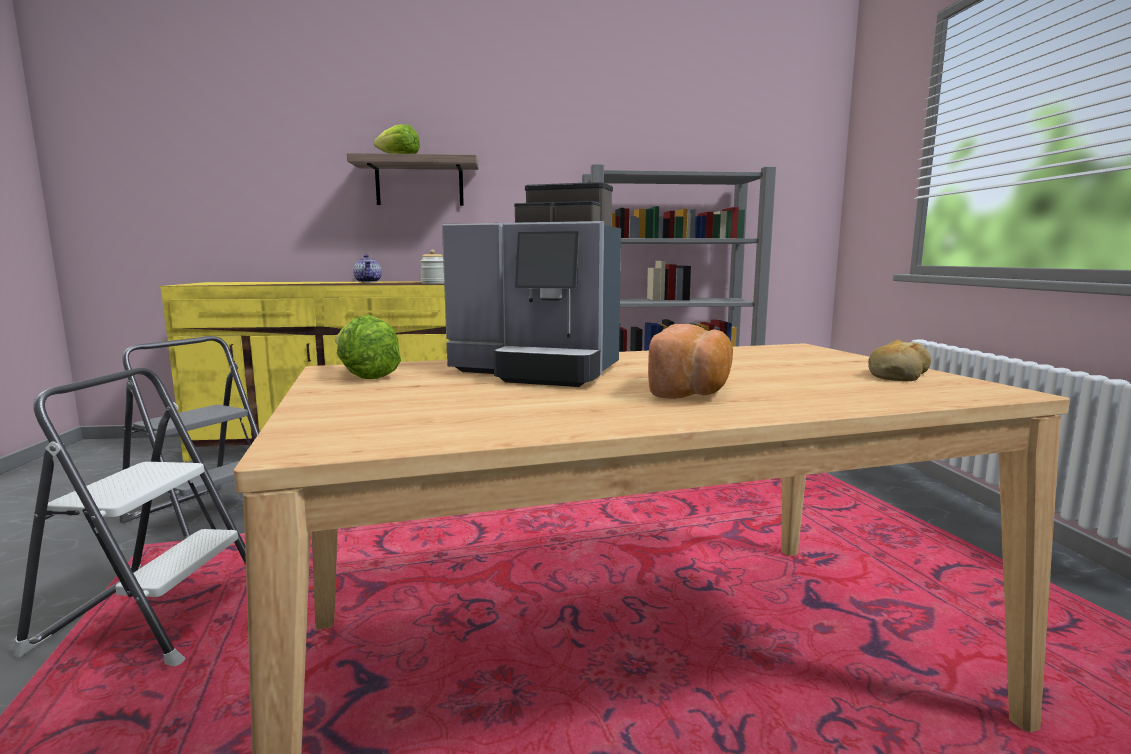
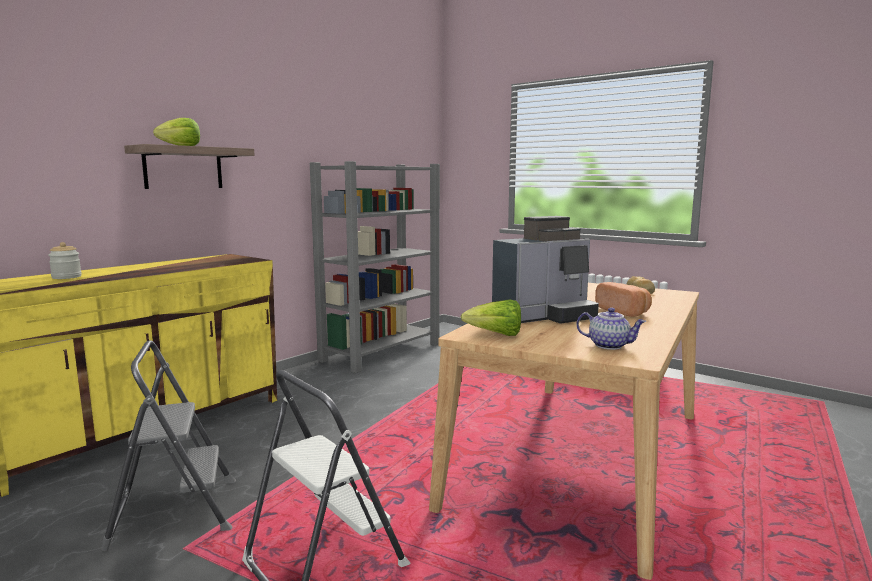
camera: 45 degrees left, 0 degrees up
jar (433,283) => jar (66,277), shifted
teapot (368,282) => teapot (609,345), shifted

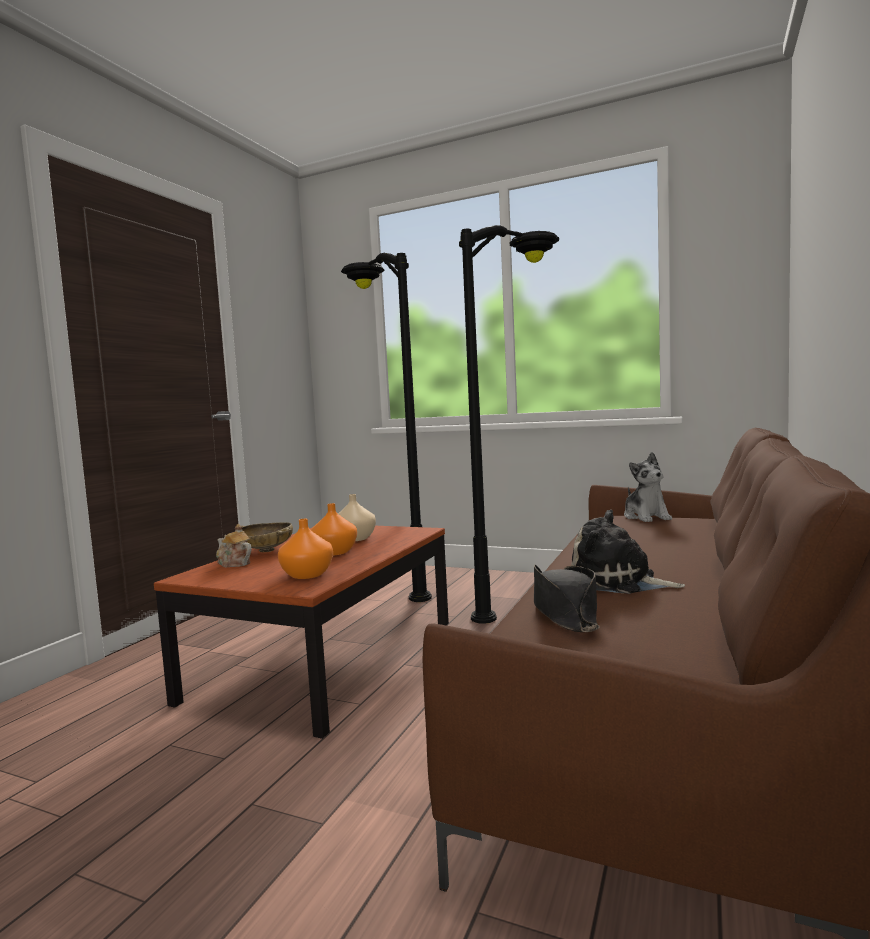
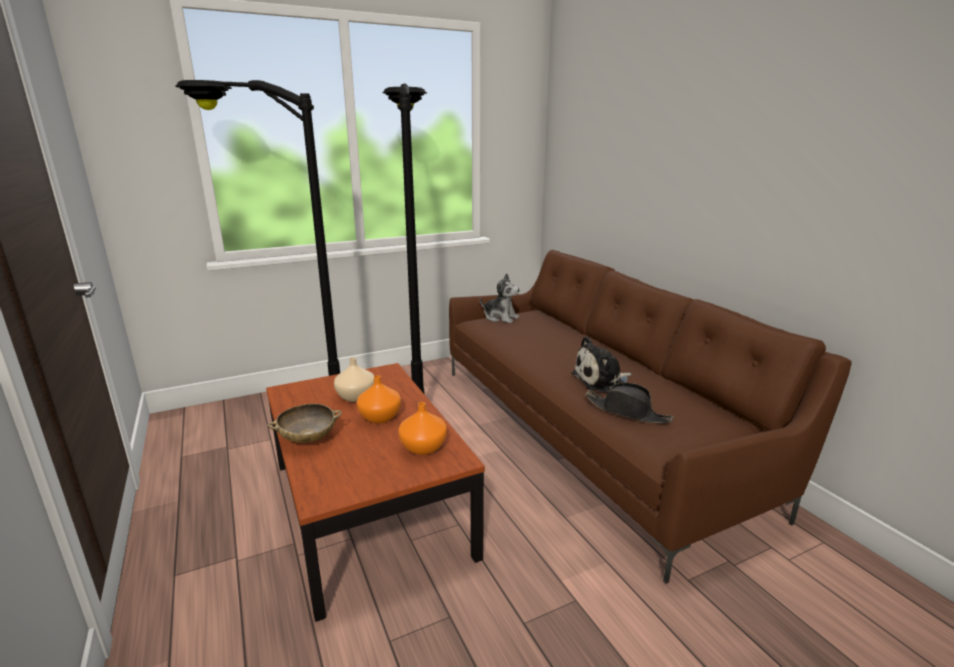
camera: 50 degrees left, 15 degrees up
teapot (234,563) => nothing

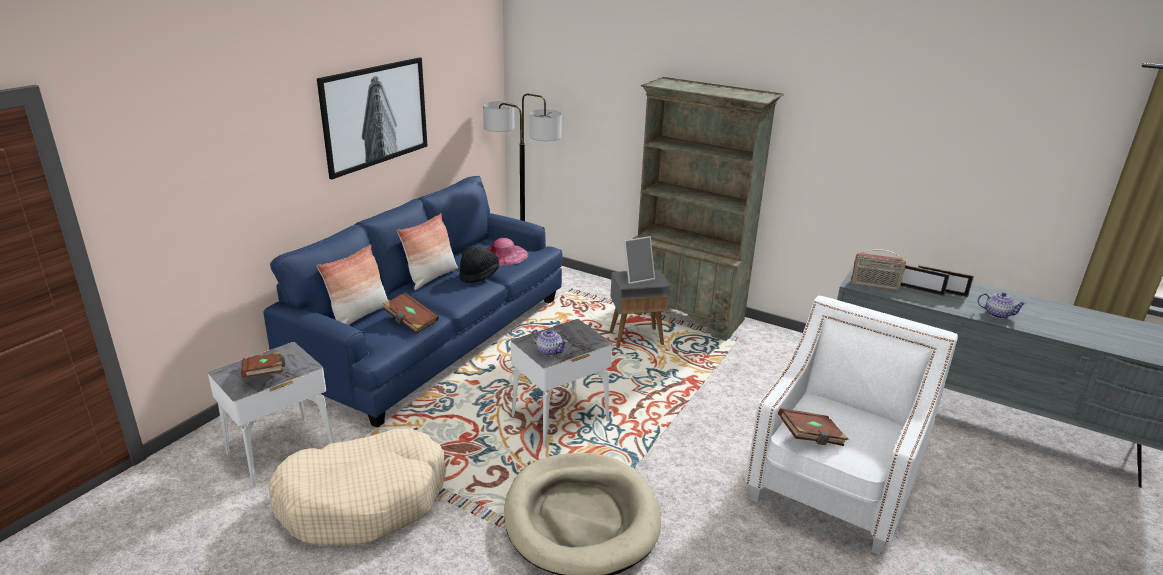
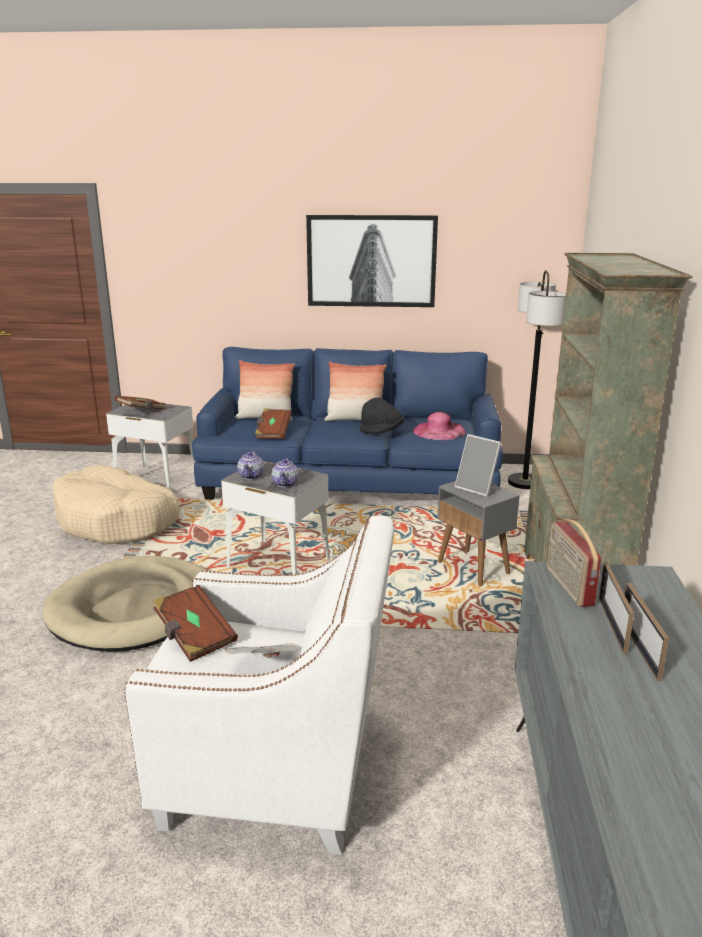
camera: 65 degrees right, 5 degrees down
teapot (997,314) => teapot (286,483), shifted
nothing => newspaper (270,668)

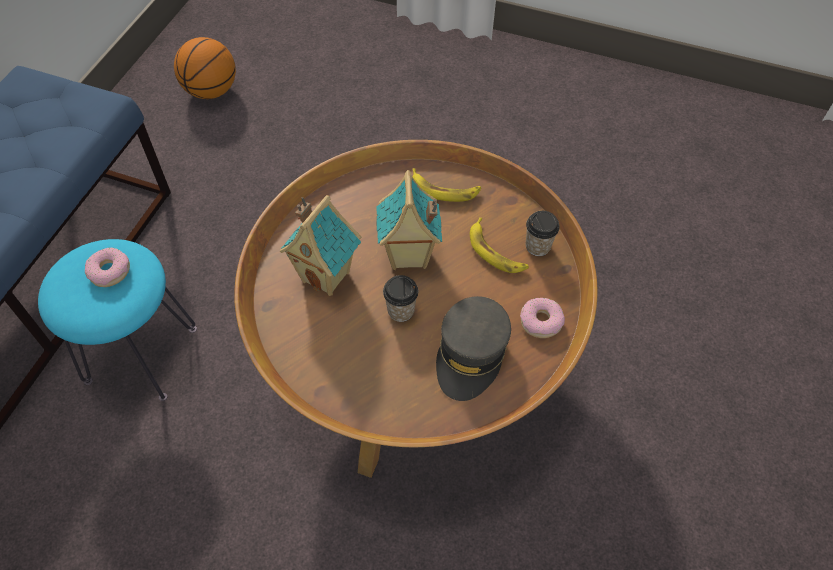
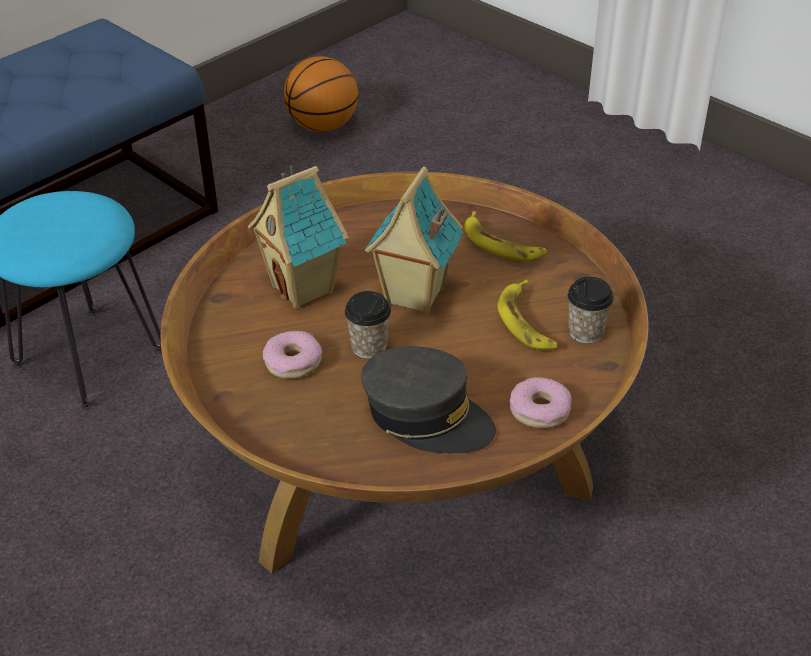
camera: 25 degrees right, 15 degrees down
donut (110,271) => donut (293,362), shifted
grey cap (471,354) => grey cap (426,416), 105 degrees counterclockwise

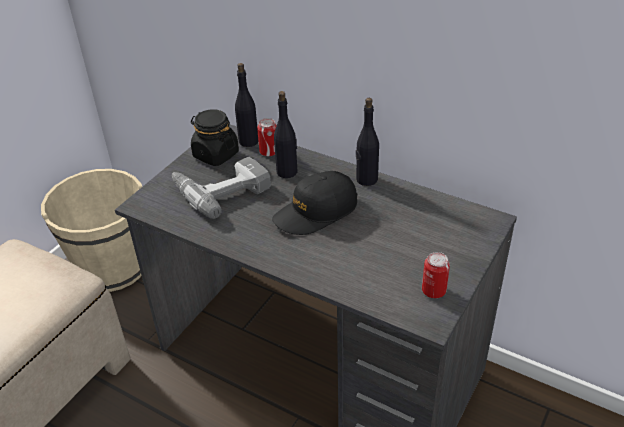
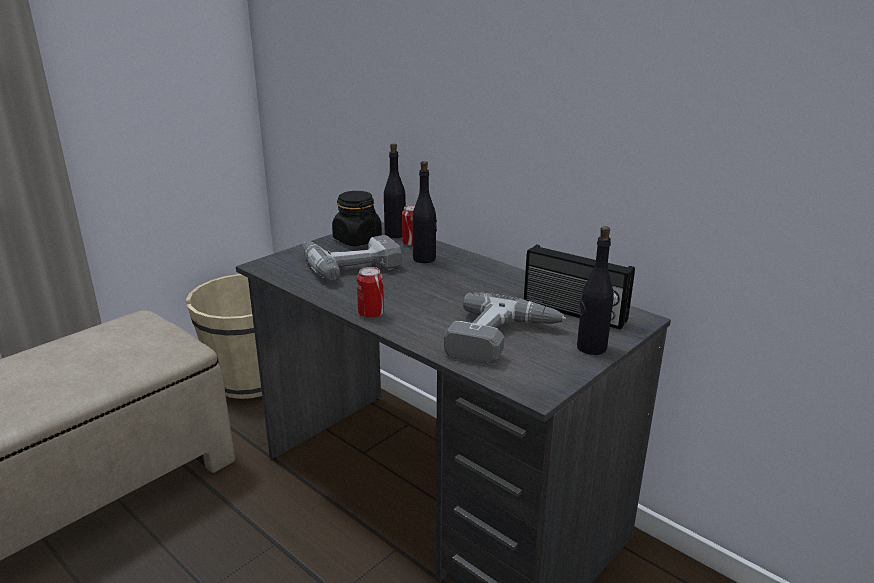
camera: 10 degrees right, 15 degrees down
black bottle (366,179) => black bottle (591,348), shifted
black cap (316,212) => nothing
can (433,291) => can (371,314), shifted
nothing => radio (573,312)
nothing => power drill (503,339)

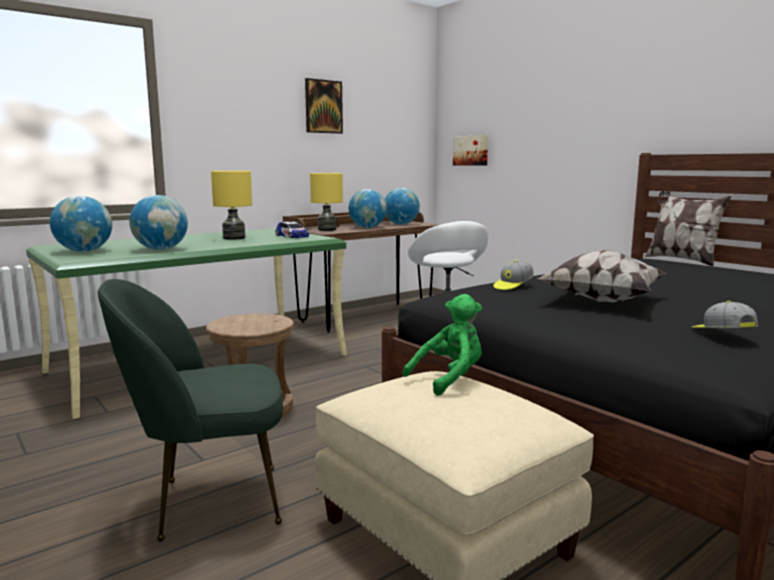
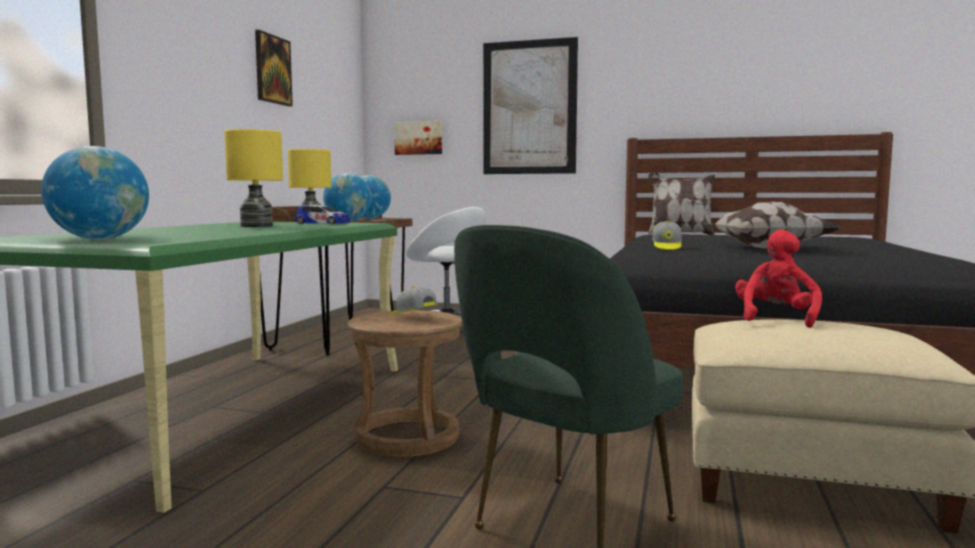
camera: 35 degrees left, 5 degrees down
globe (161,249) => nothing
green plush toy (449,379) => red plush toy (775,318)
cap (721,335) => cap (411,317), shifted
nothing => picture (529,107)

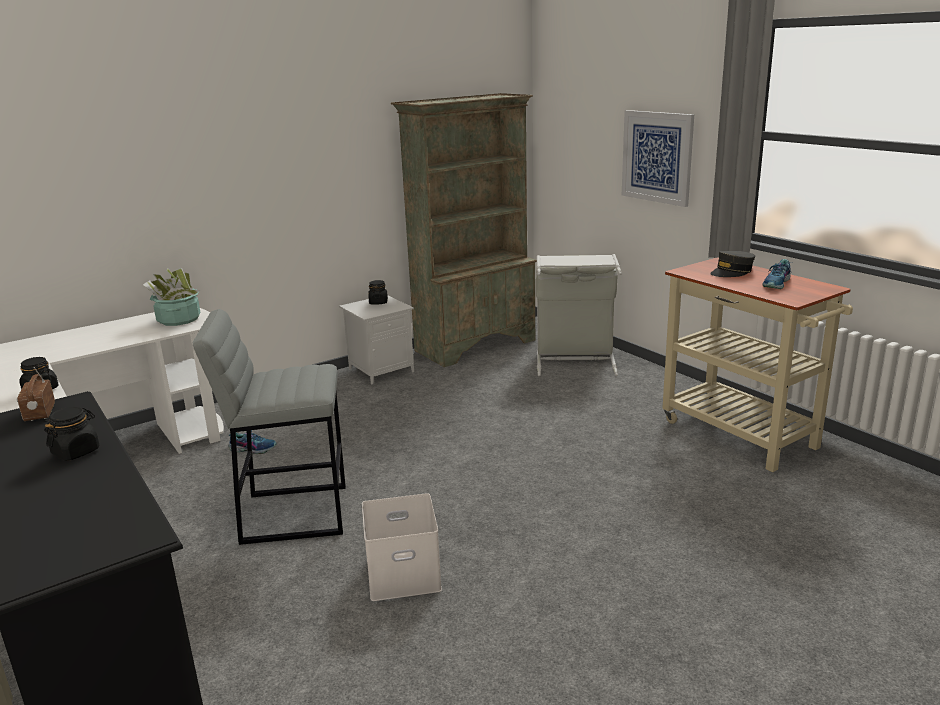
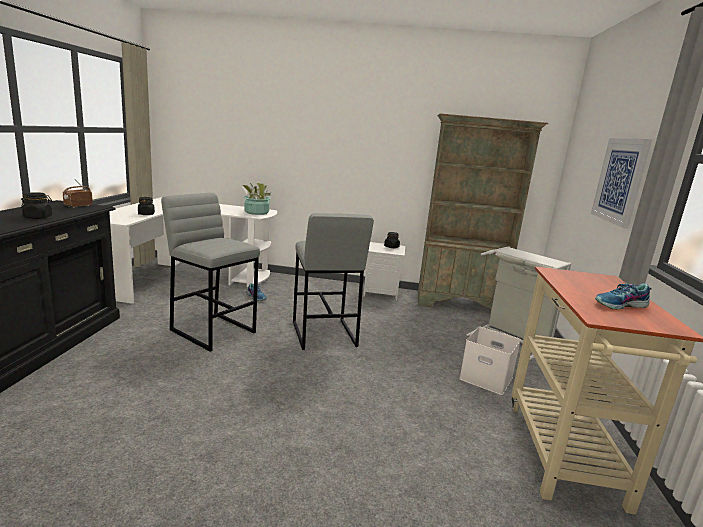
camera: 40 degrees right, 5 degrees down
grey cap (732,272) => nothing
white storage box (405,573) => white storage box (487,378), shifted
nothing => grey stool (324,335)

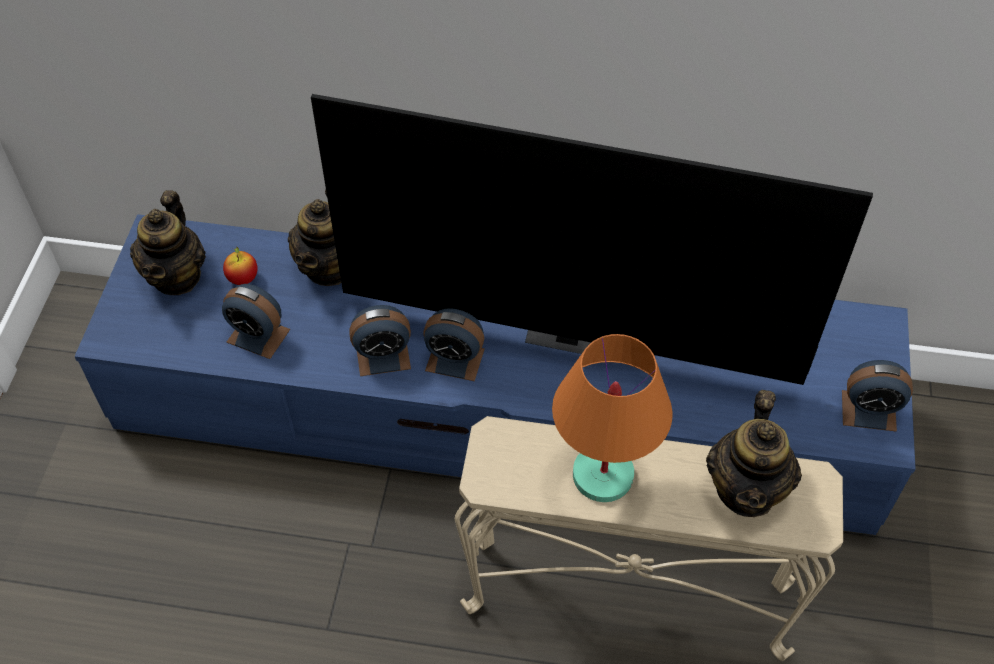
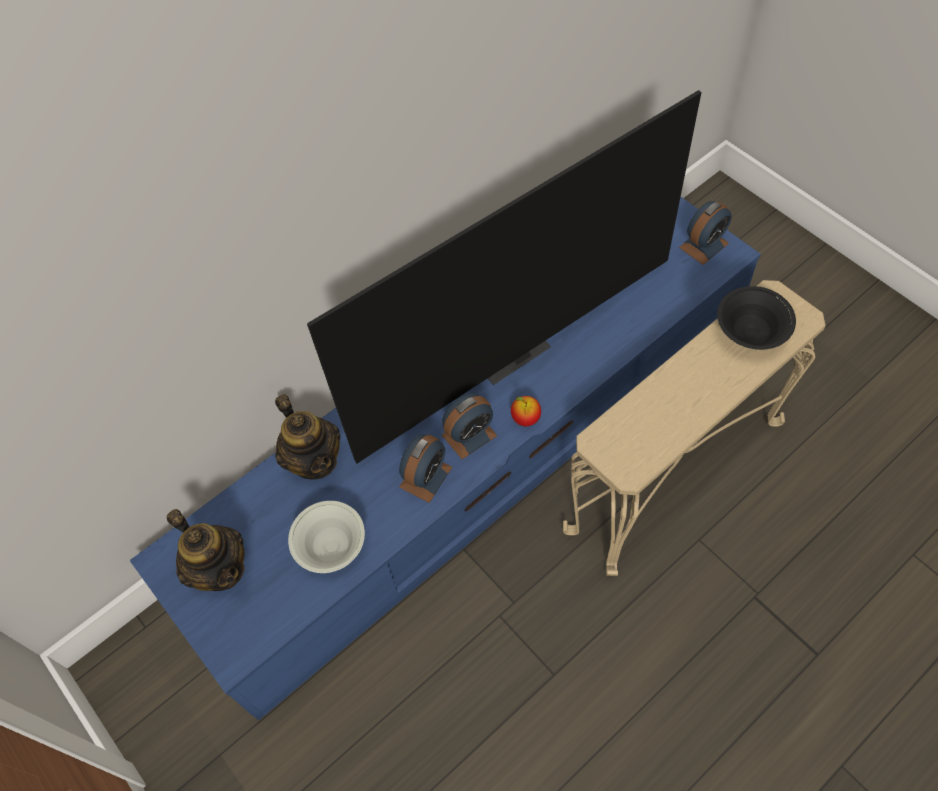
camera: 45 degrees left, 5 degrees up
apple (243,279) => apple (525,418), shifted
alarm clock (258,336) => white bowl (331,547)
orange table lamp (601,475) => nothing
teapot (746,489) => black bowl (750,333)

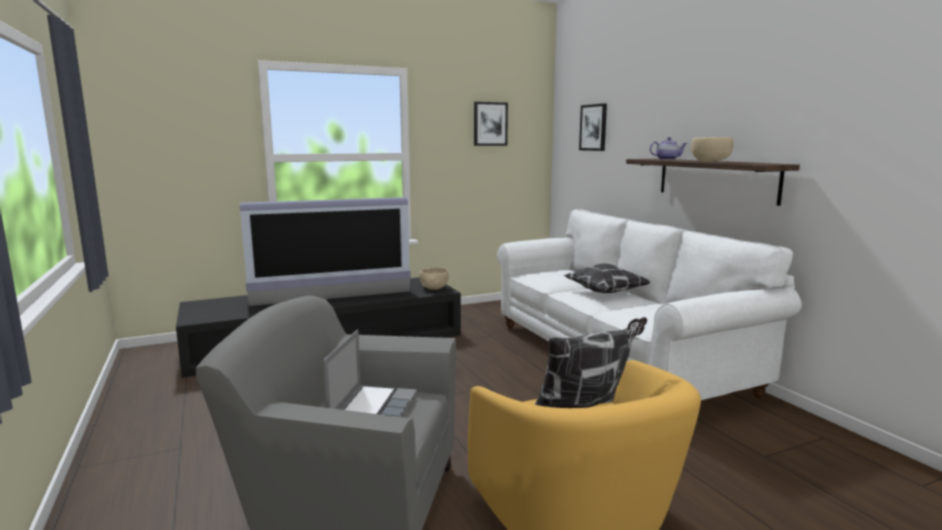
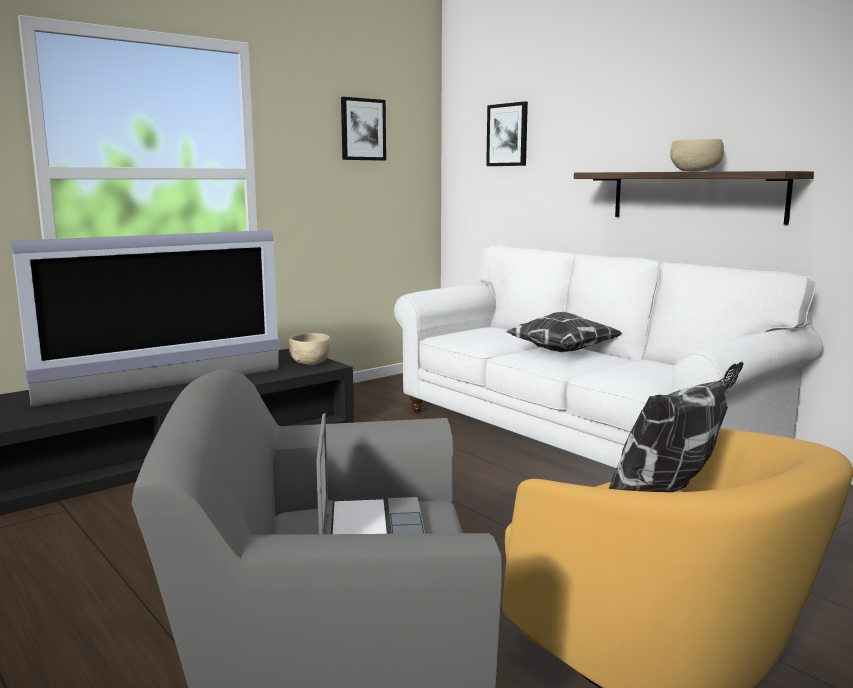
camera: 15 degrees left, 0 degrees up
teapot (667,159) => nothing

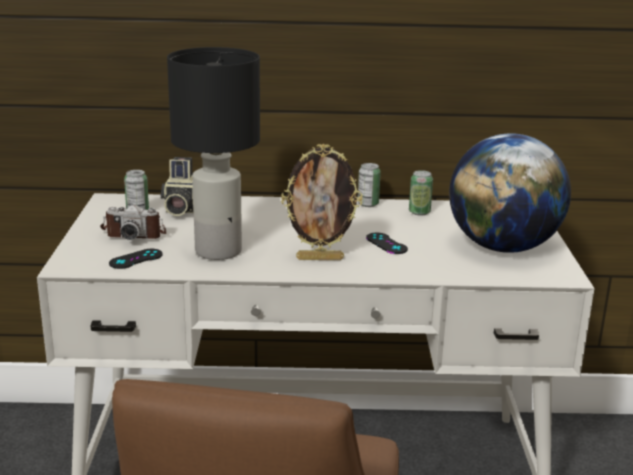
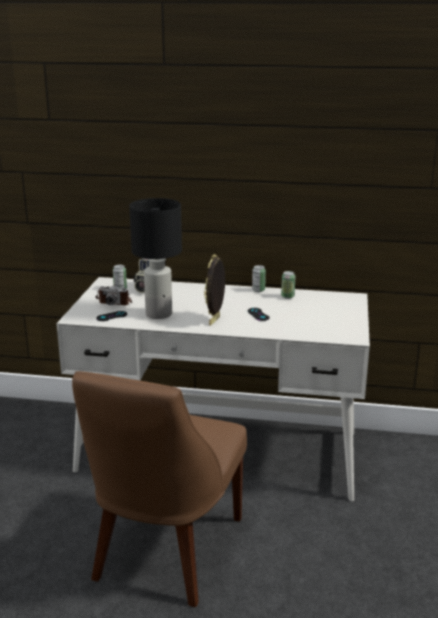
camera: 10 degrees right, 0 degrees up
globe (503,247) => nothing
picture frame (320,258) => picture frame (215,321), 105 degrees clockwise

